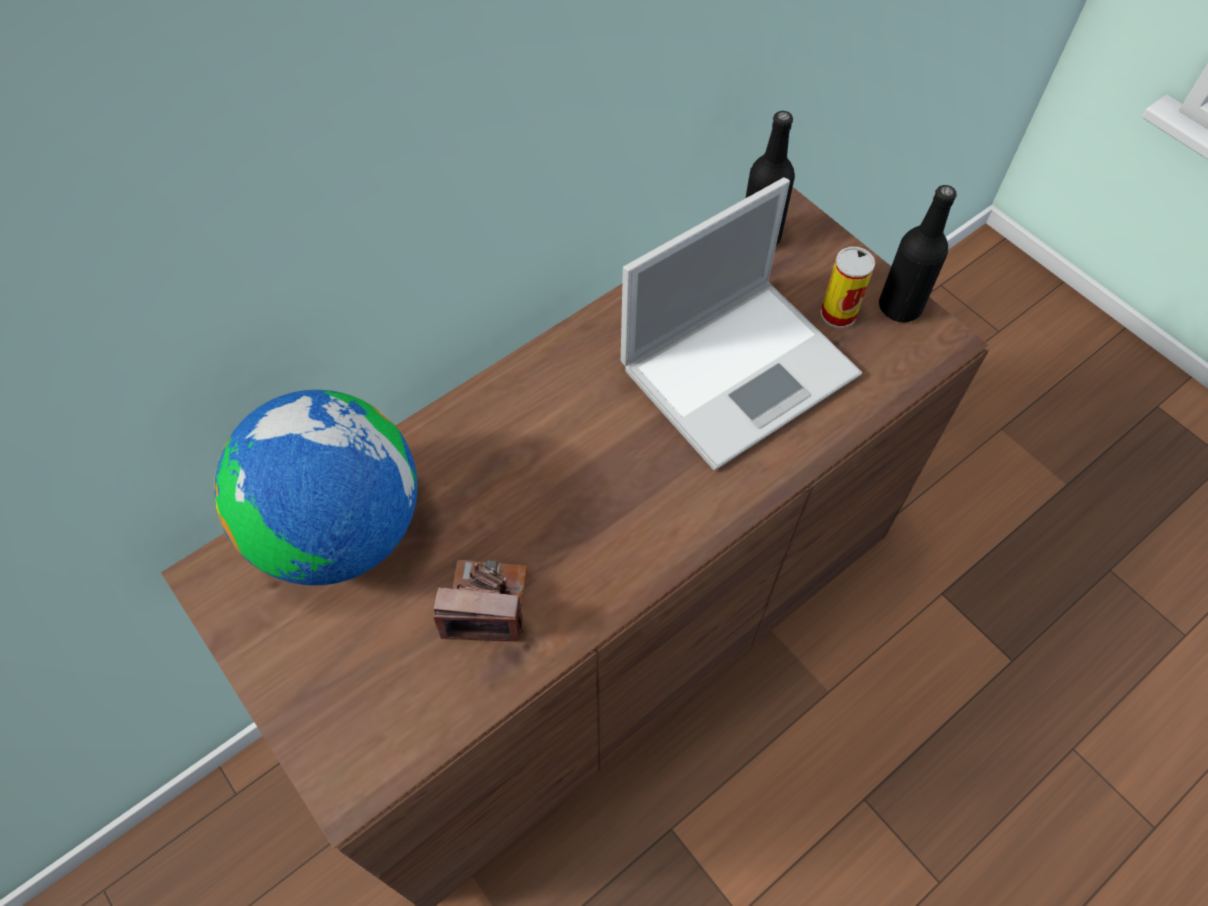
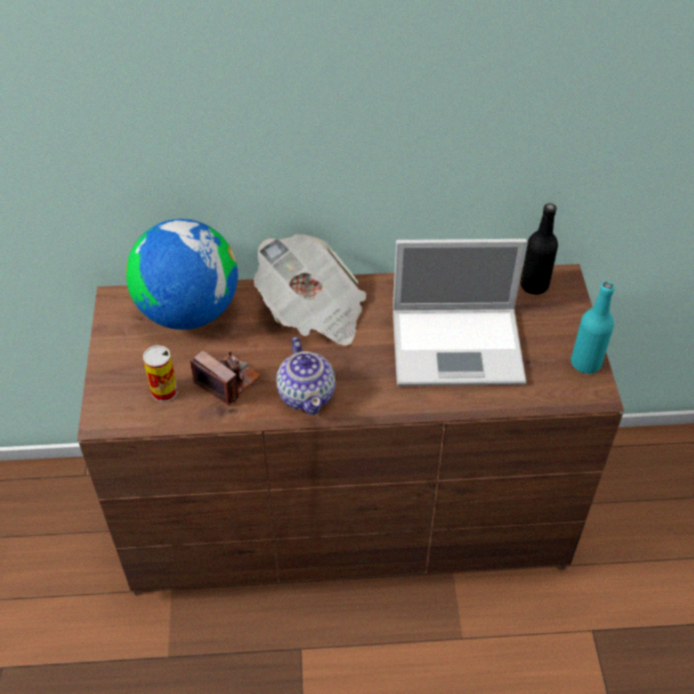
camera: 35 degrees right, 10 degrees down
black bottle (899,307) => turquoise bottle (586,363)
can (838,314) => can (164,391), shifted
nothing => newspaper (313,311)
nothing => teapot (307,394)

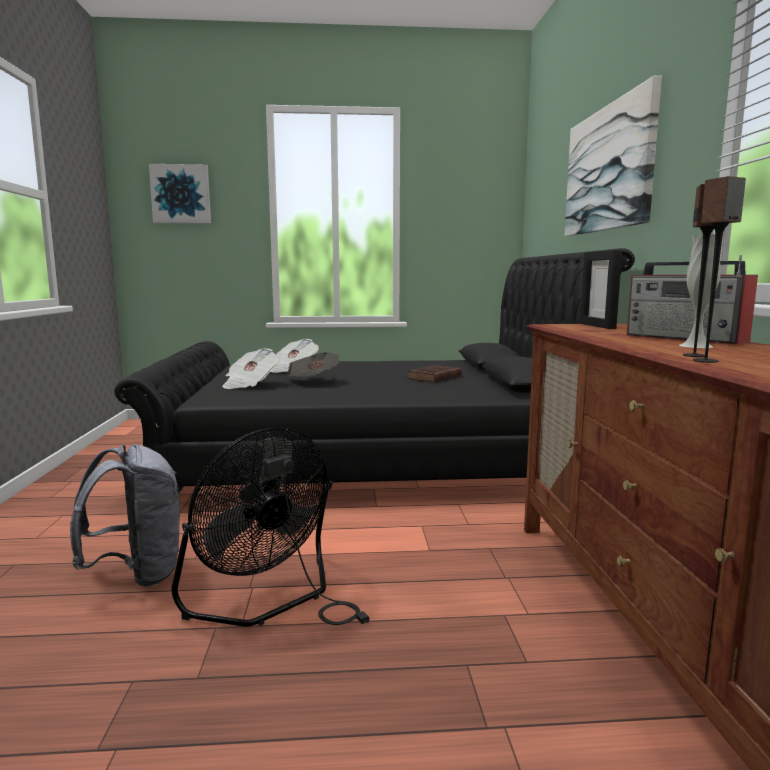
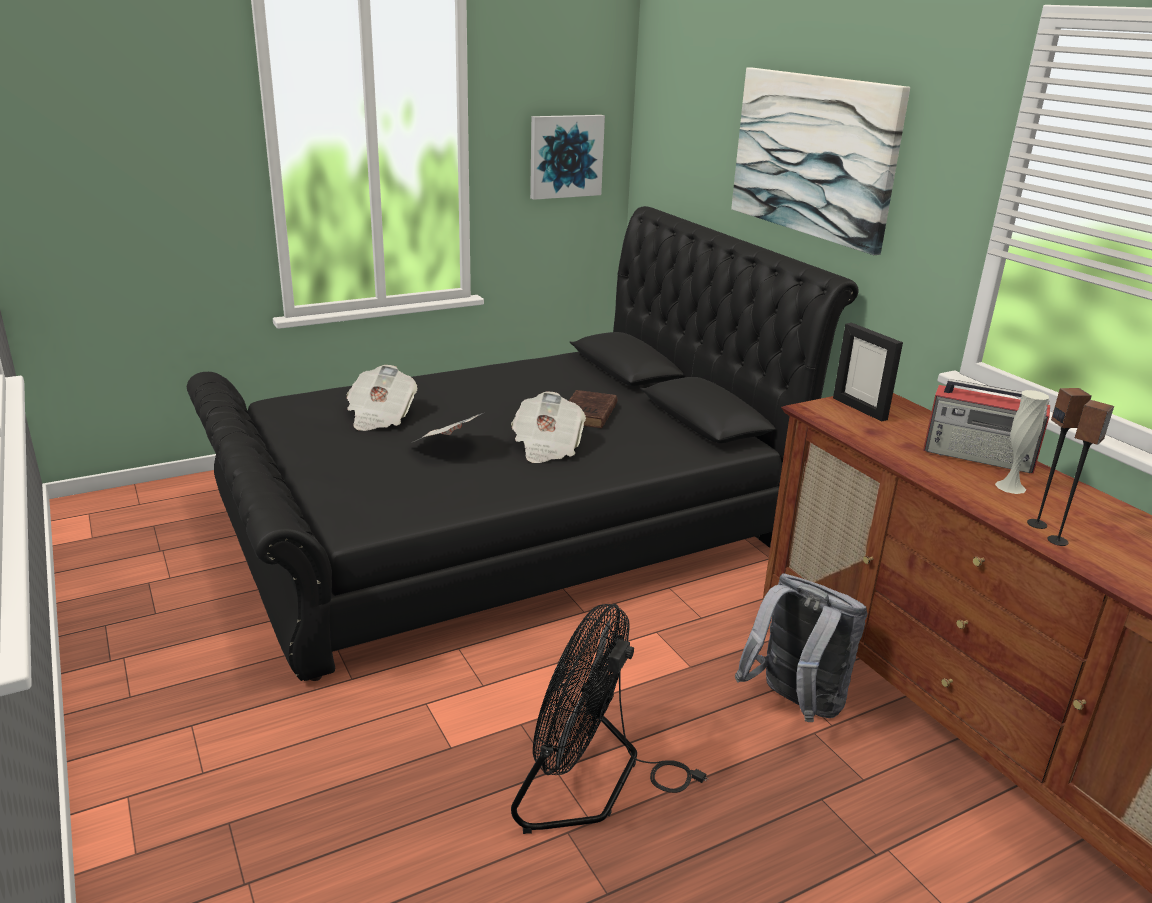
camera: 25 degrees left, 15 degrees up
picture (181,194) => picture (565,156), shifted
newspaper (250,384) => newspaper (547,447), shifted
grey backpack (137,574) => grey backpack (794,705), shifted

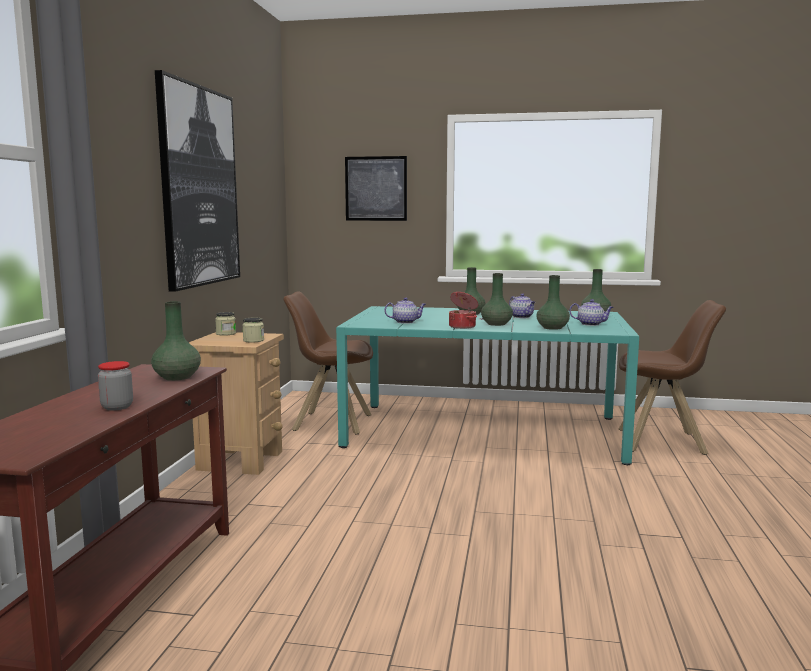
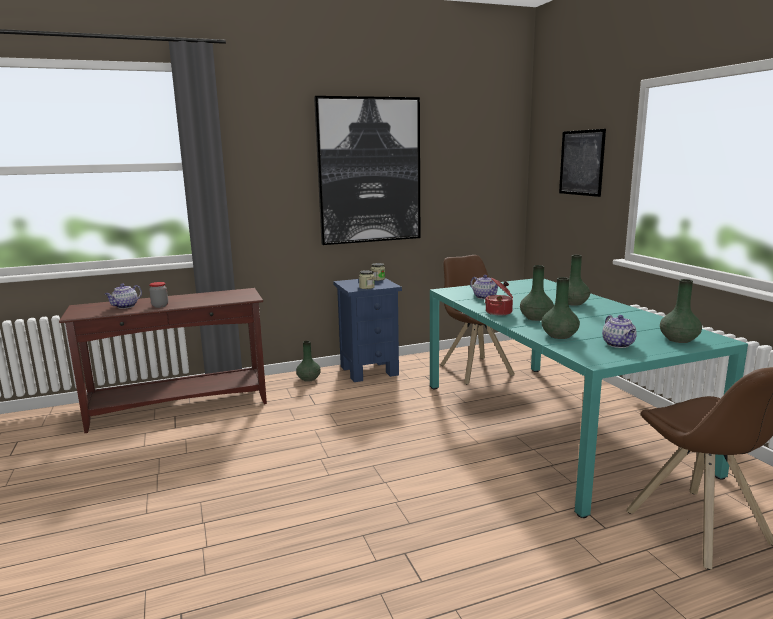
camera: 60 degrees right, 5 degrees up
teapot (522,317) => teapot (125,306), shifted
green vase (178,377) => green vase (309,379), shifted
beige nightstand (242,460) => blue nightstand (370,371)

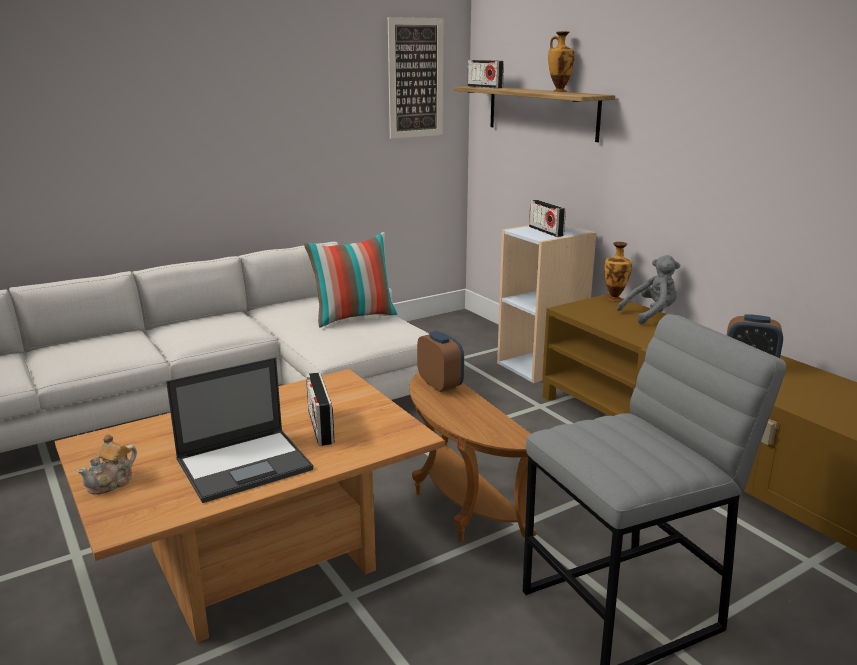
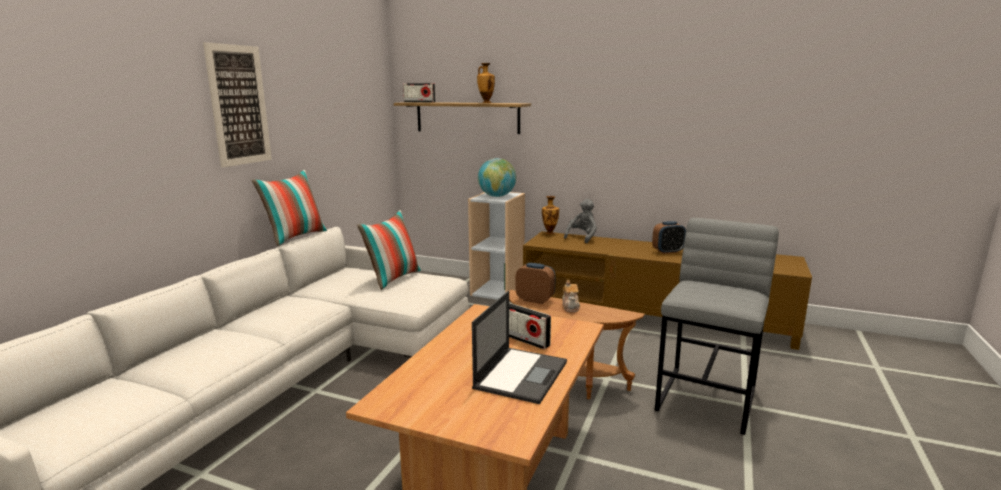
camera: 35 degrees left, 5 degrees down
picture (415,78) => picture (239,105), shifted
radio (546,231) => globe (497,196)
teapot (112,482) => teapot (571,307), shifted
nothing => pillow (295,237)

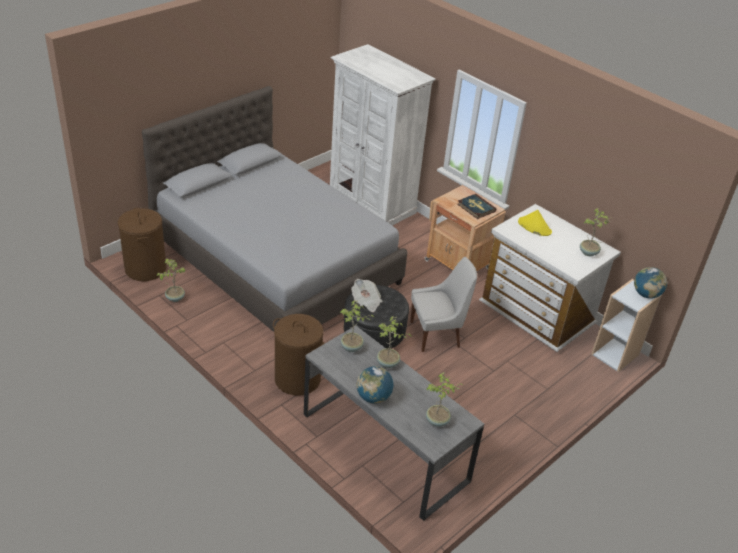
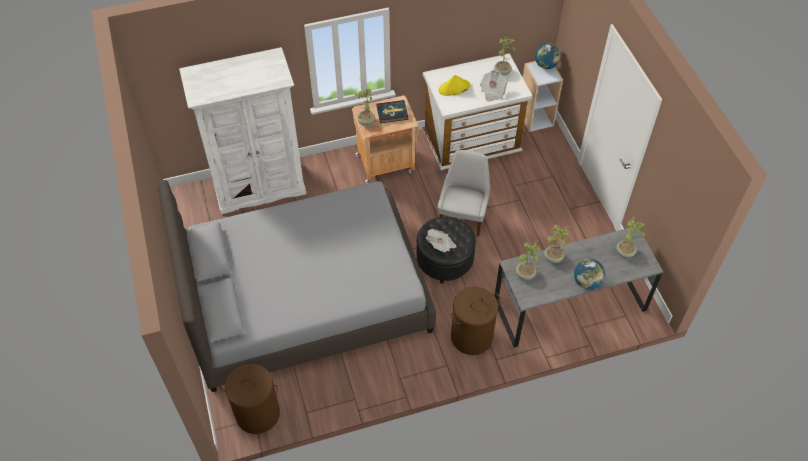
camera: 60 degrees left, 15 degrees up
potted plant (175,298) => potted plant (366,122), shifted
nothing => newspaper (492,92)

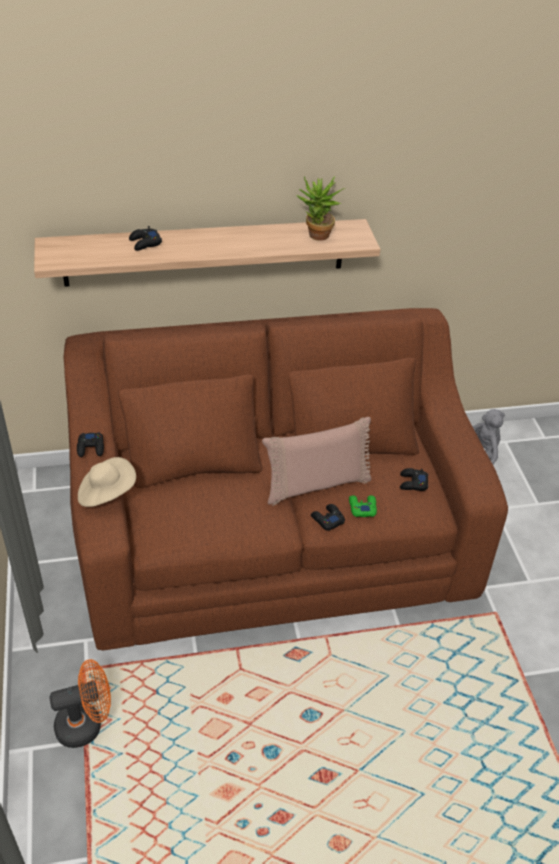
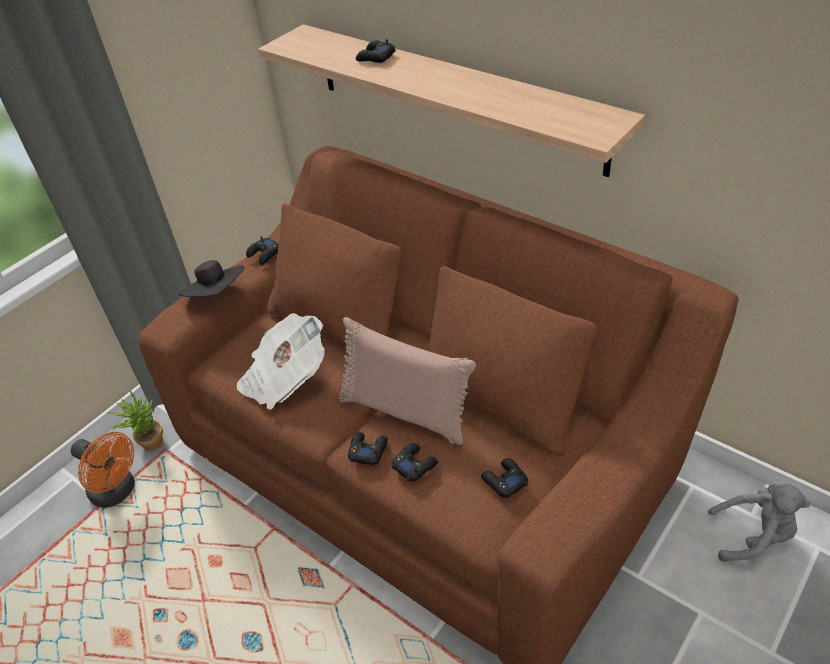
camera: 55 degrees right, 0 degrees up
potted plant (316,236) => potted plant (148,443), shifted
beige hat (106,493) => black hat (217,295)
green game controller (362,508) => black game controller (414,465)
nothing => newspaper (285,378)

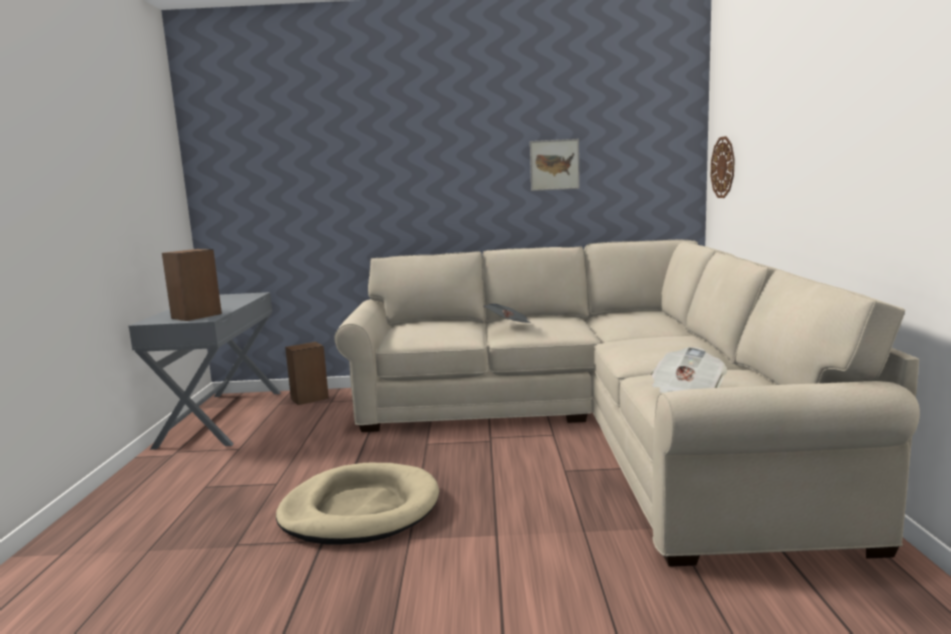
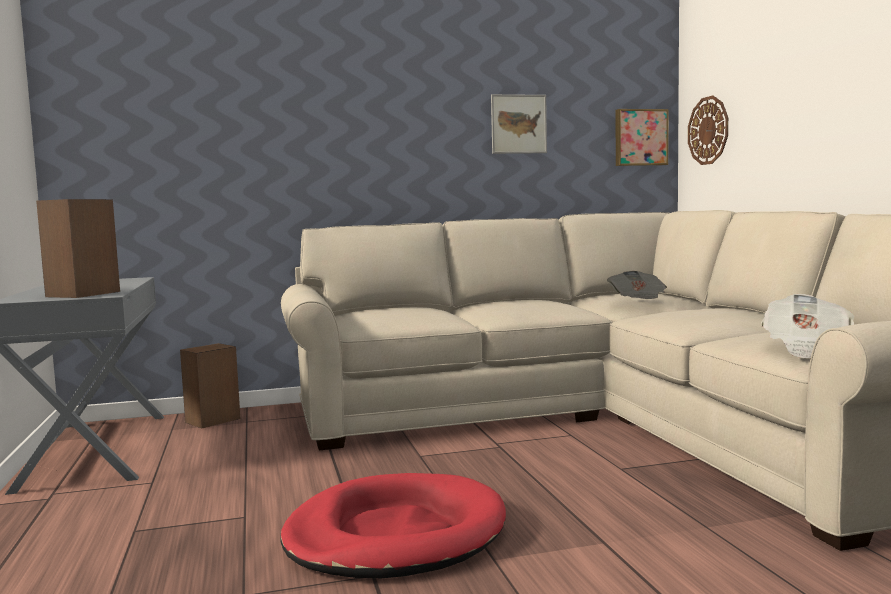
camera: 15 degrees left, 5 degrees down
newspaper (509,326) => newspaper (638,302), shifted
beige dog bed (360,510) => red dog bed (395,534)
nothing => picture (640,137)

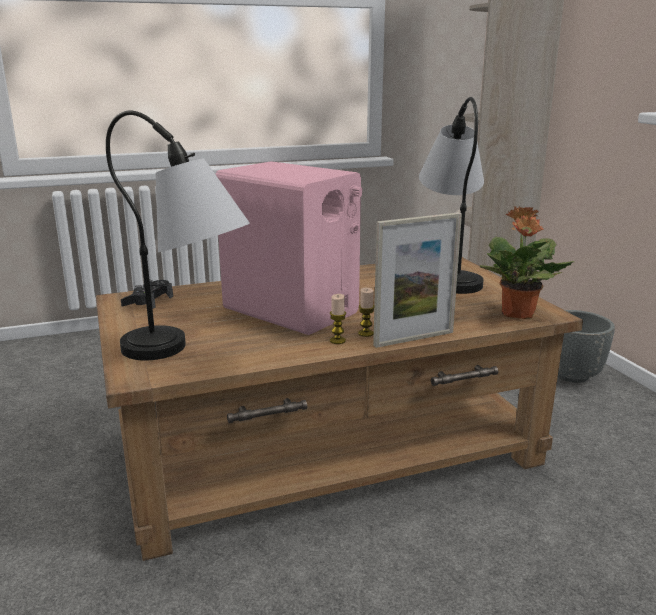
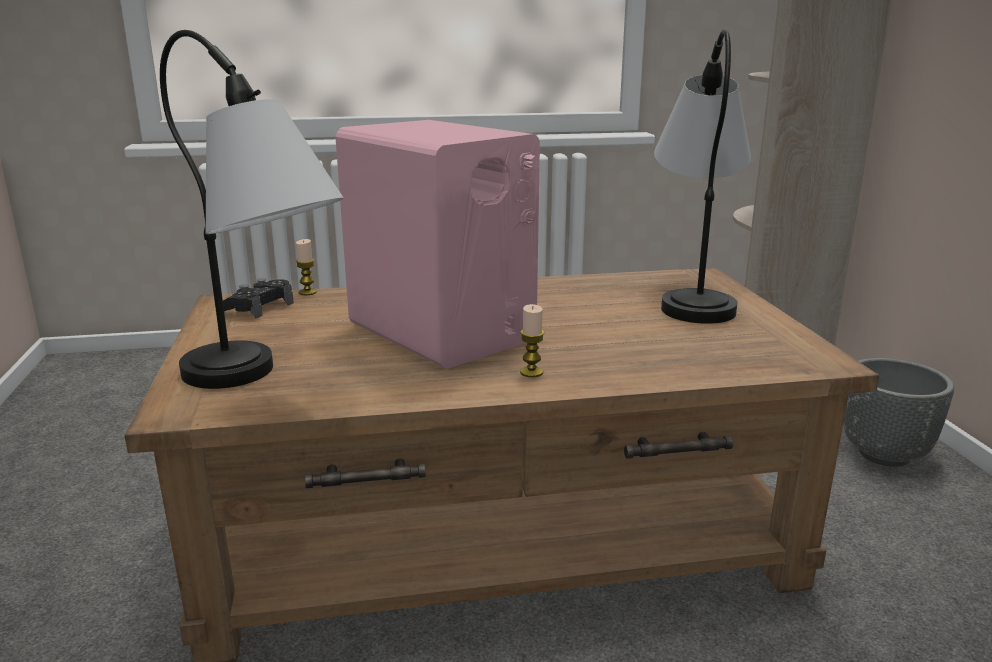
camera: 10 degrees right, 0 degrees up
potted plant (517,314) => nothing
picture frame (414,339) => nothing
candle (337,340) => candle (307,292), shifted

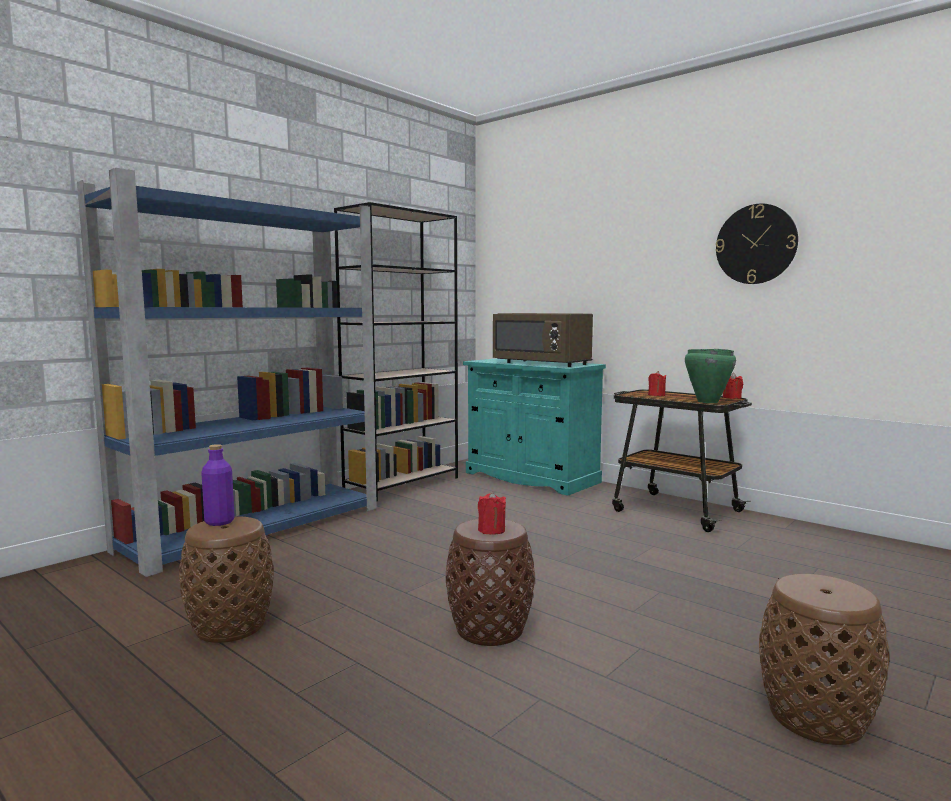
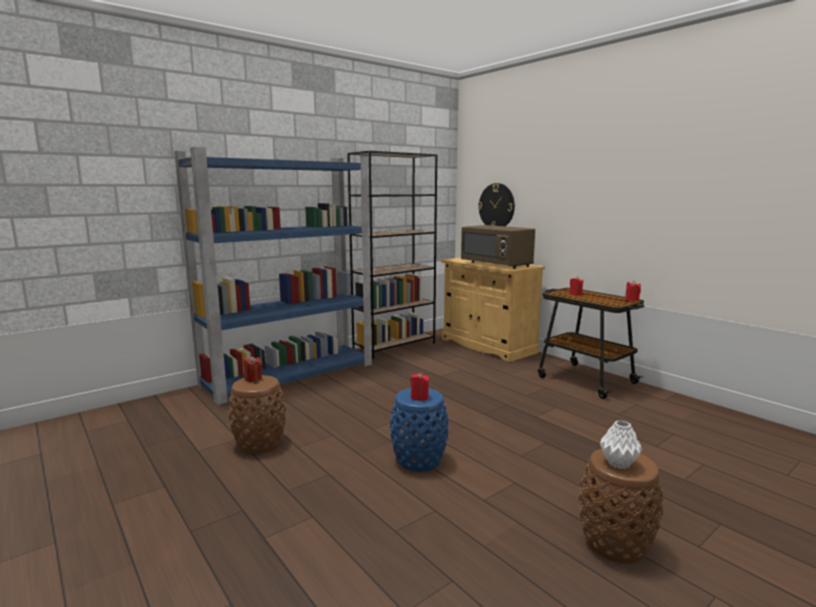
camera: 10 degrees right, 5 degrees up
wall clock (756,244) => wall clock (496,206), shifted
green cooking pot (707,402) => nothing
turquoise cabinet (531,477) => beige cabinet (488,345)
purple bottle (219,522) => red candle (253,379)
brown stool (489,629) => blue stool (419,460)
nothing => white vase (619,464)

